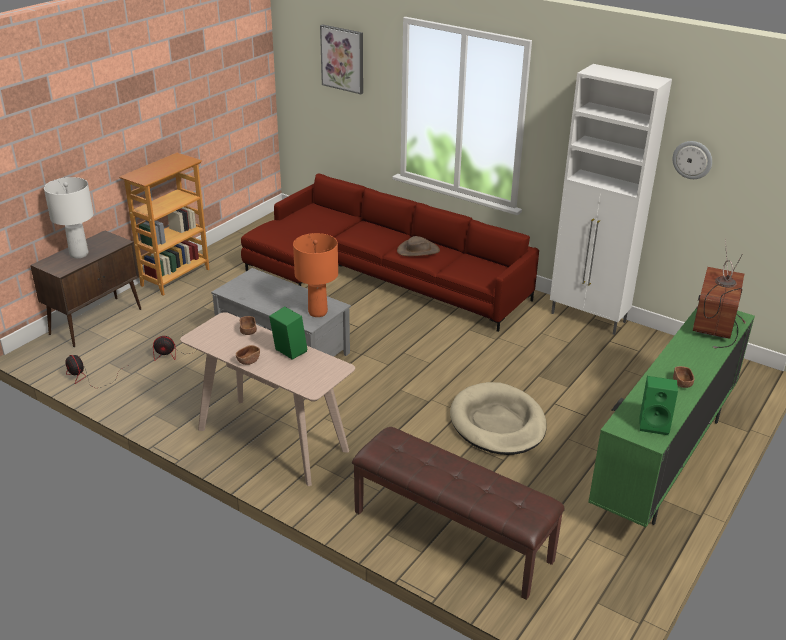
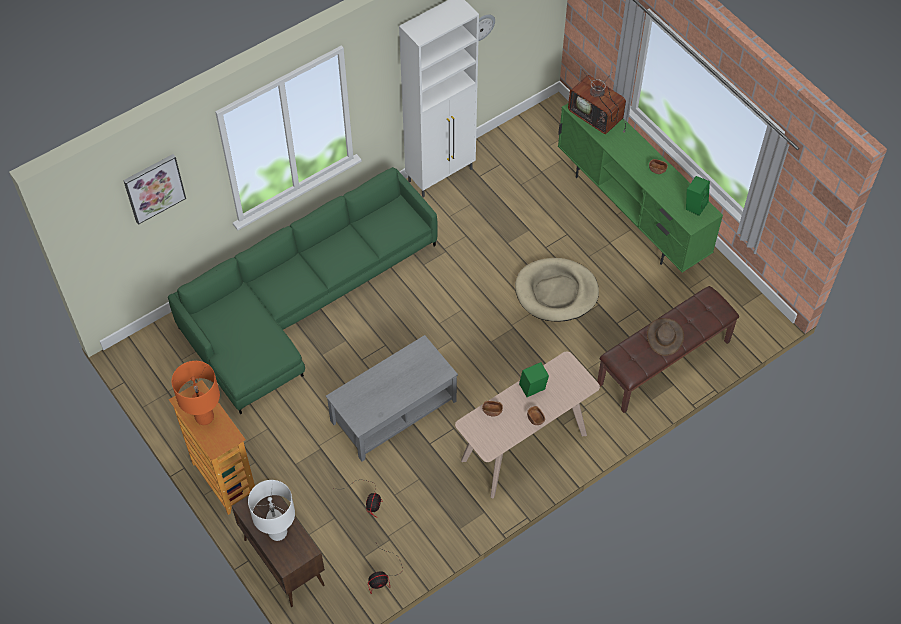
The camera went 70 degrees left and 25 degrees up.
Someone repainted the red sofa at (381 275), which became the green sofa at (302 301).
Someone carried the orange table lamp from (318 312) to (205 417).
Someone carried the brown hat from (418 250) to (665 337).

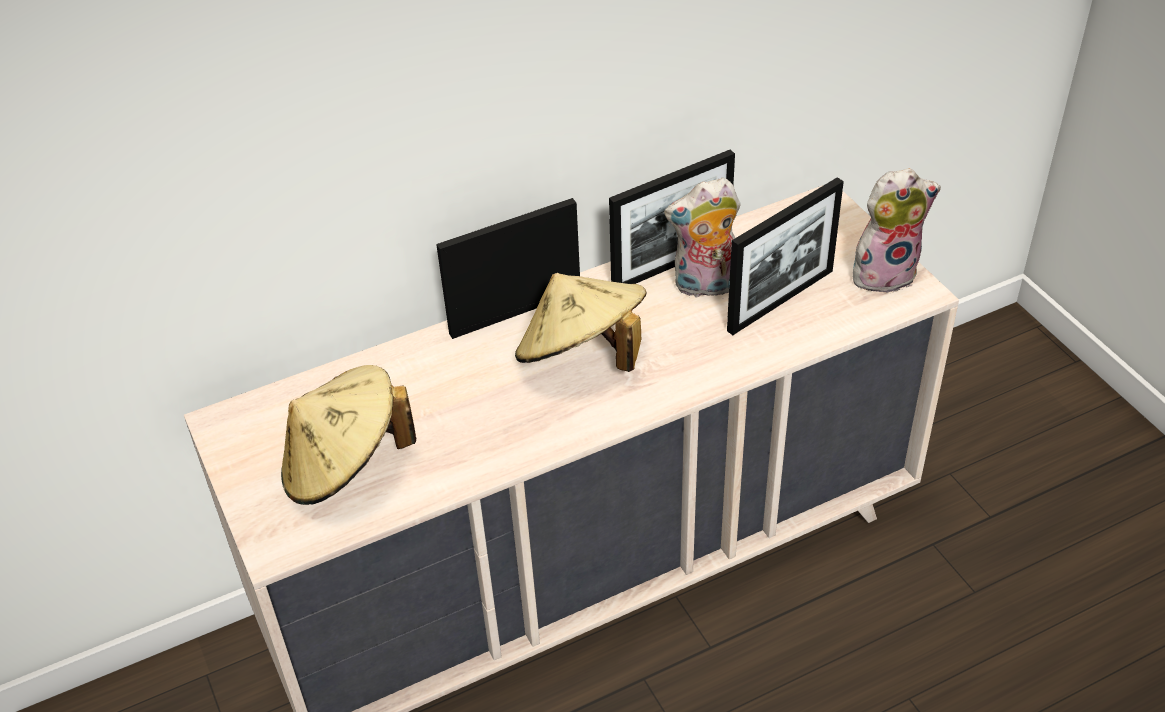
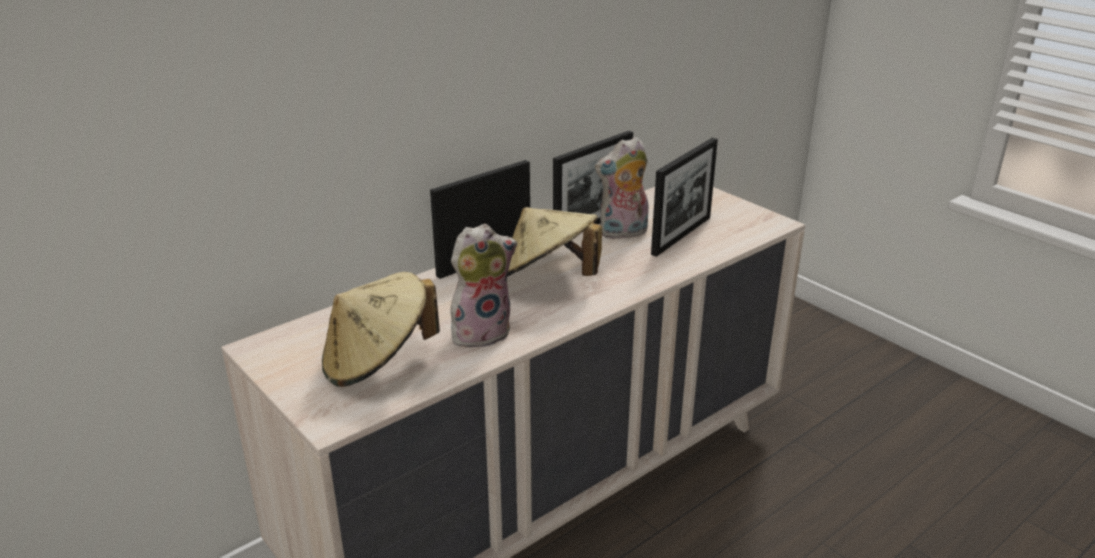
The camera went 15 degrees left and 15 degrees down.
Someone carried the plush toy from (884 273) to (481 332).

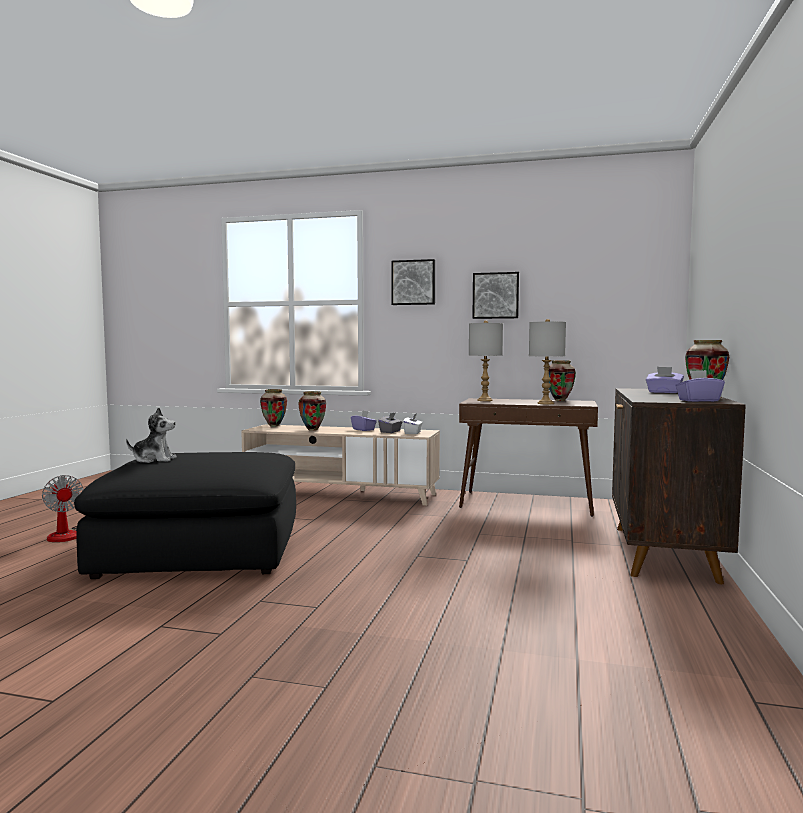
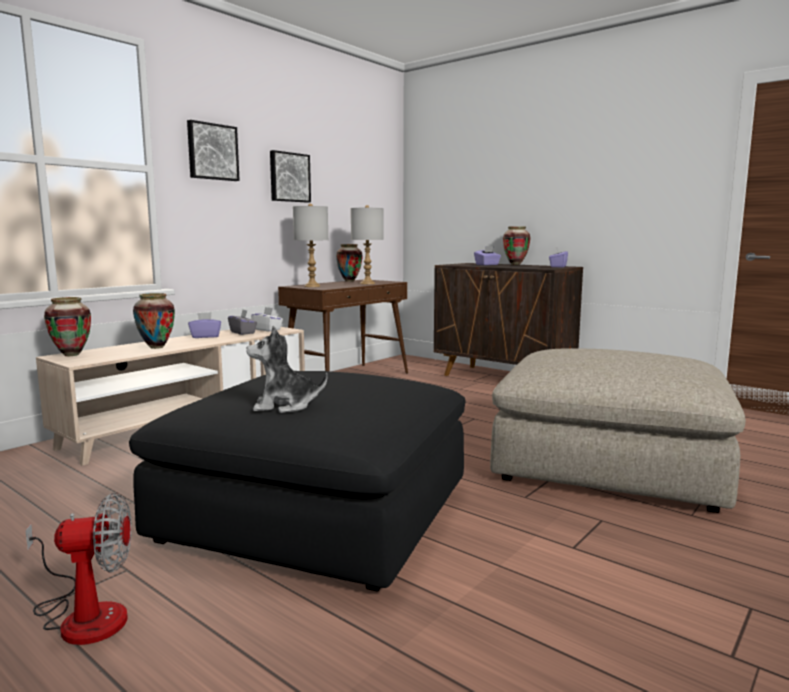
The camera went 65 degrees left and 5 degrees up.
Someone rotated the plush toy at (154 460) by 120 degrees counterclockwise.
Someone put down the beige ottoman at (609 461).

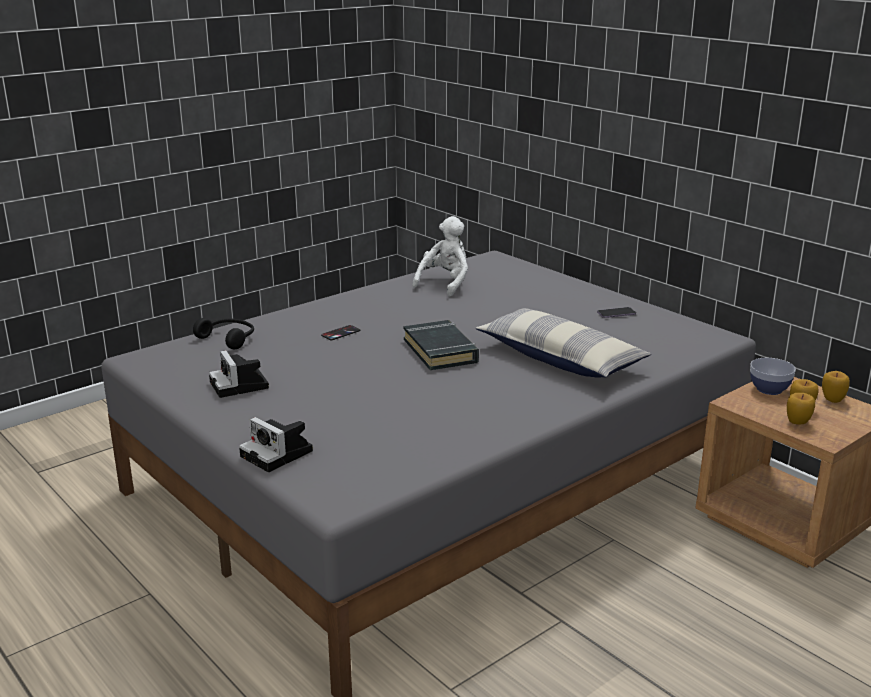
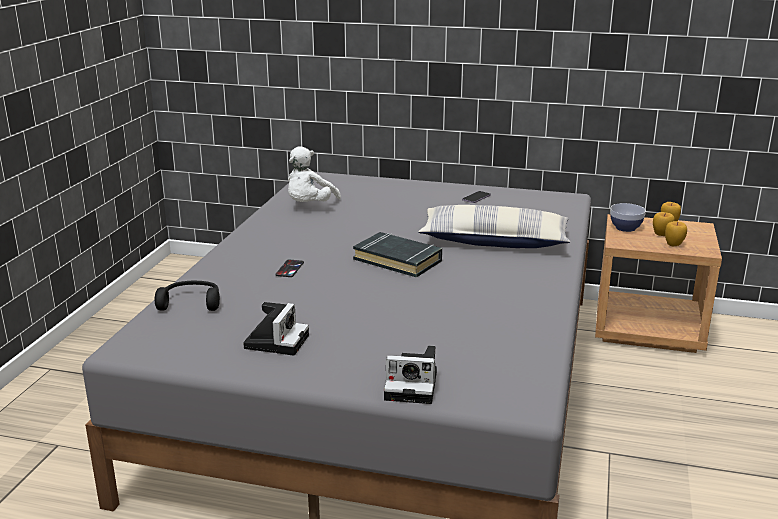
The camera went 35 degrees left and 0 degrees up.
Someone rotated the photo camera at (240 386) by 105 degrees counterclockwise.
Someone rotated the white plush toy at (445 283) by 150 degrees counterclockwise.

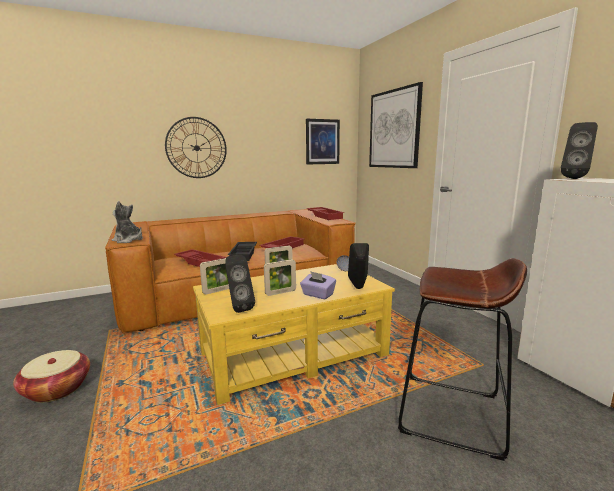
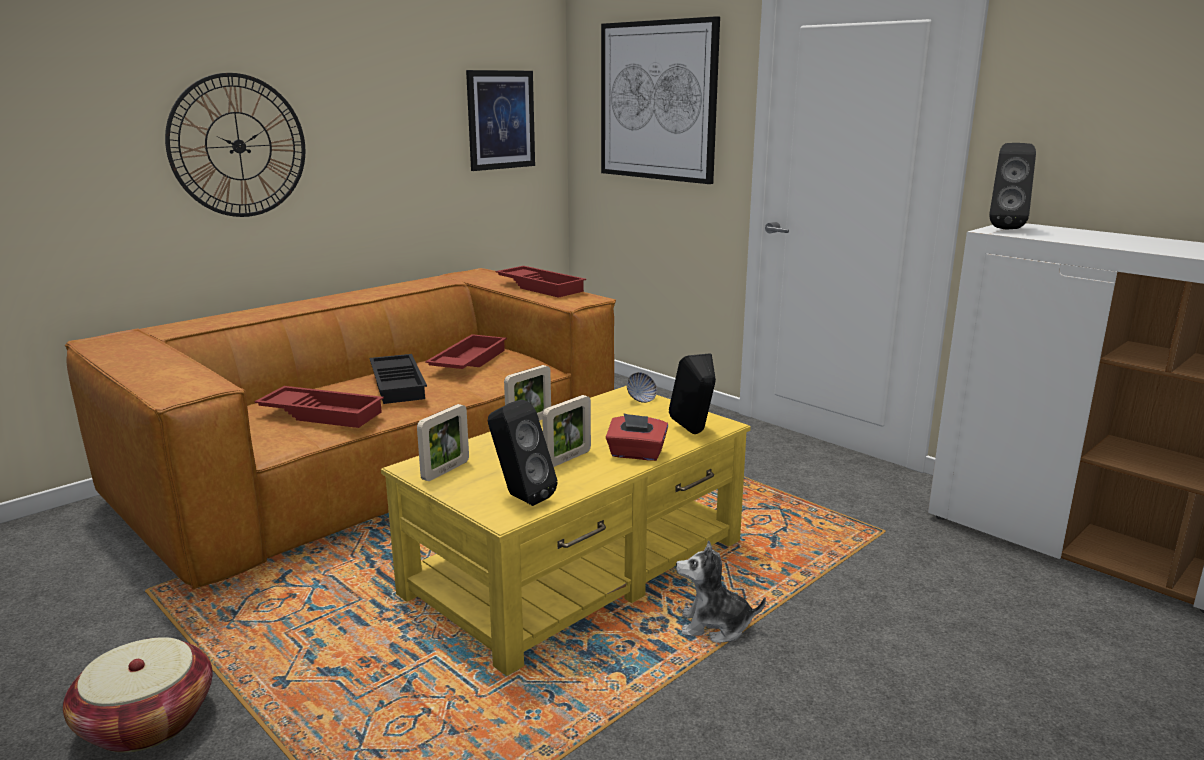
The camera went 20 degrees left and 5 degrees up.
Someone repainted the purple tissue box at (317 295), which became the red tissue box at (636 454).
Someone carried the plush toy from (128 240) to (714 626).
Someone took away the brown stool at (450 413).

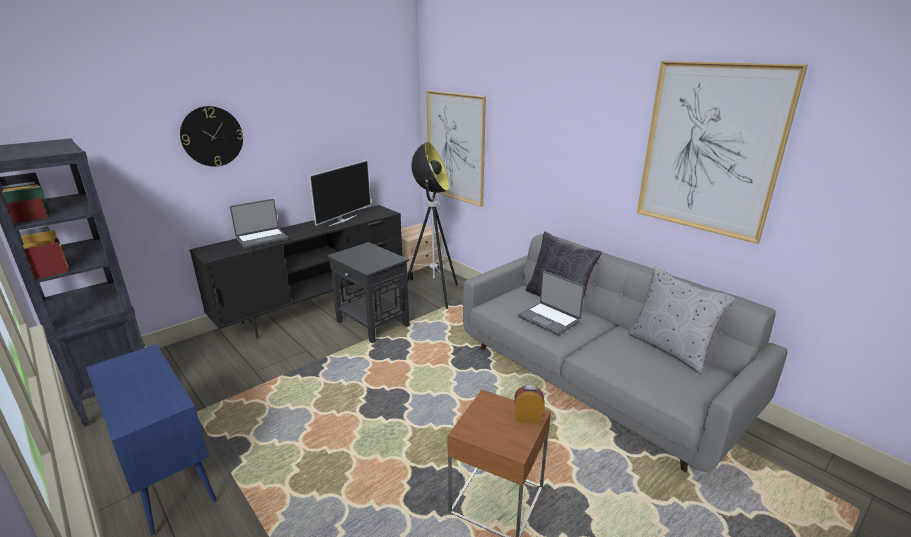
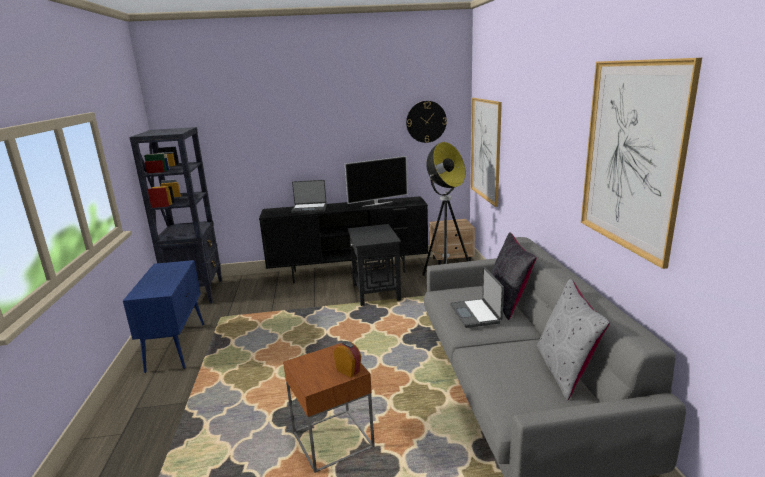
The camera went 35 degrees right and 5 degrees down.
Someone carried the wall clock from (212 136) to (426 121).

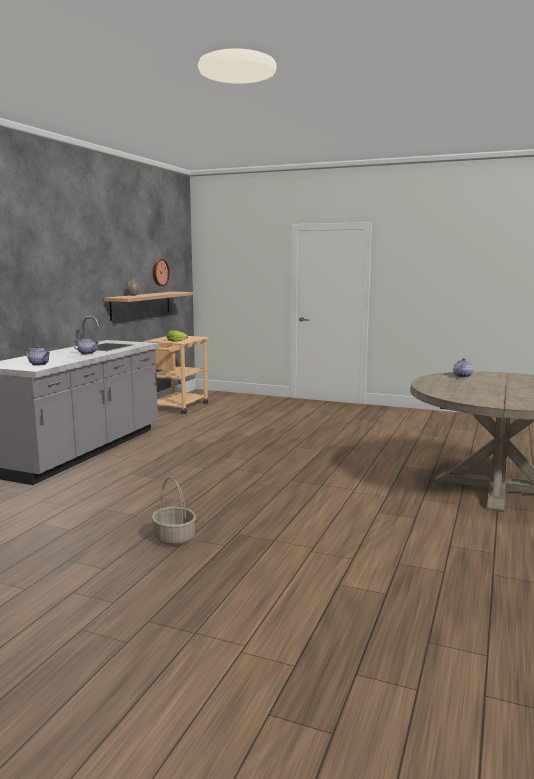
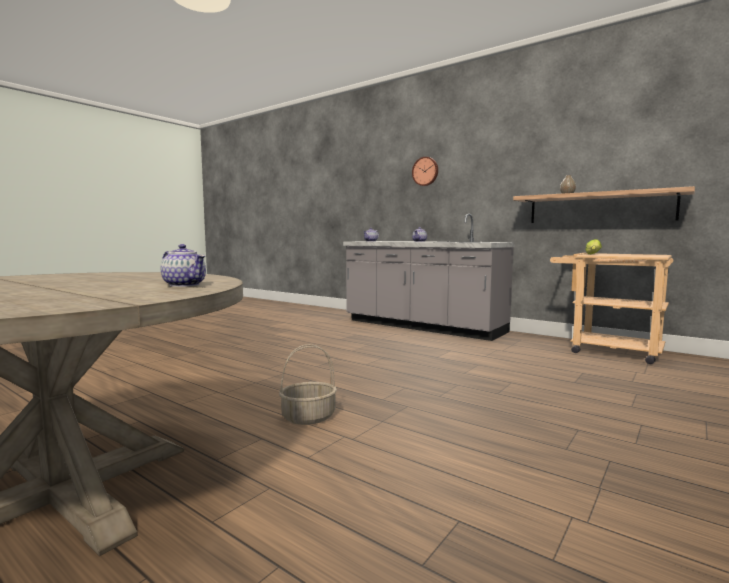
The camera went 105 degrees right and 5 degrees down.
Someone carried the basket from (173 538) to (309 417).
Someone carried the wall clock from (159 272) to (425 171).

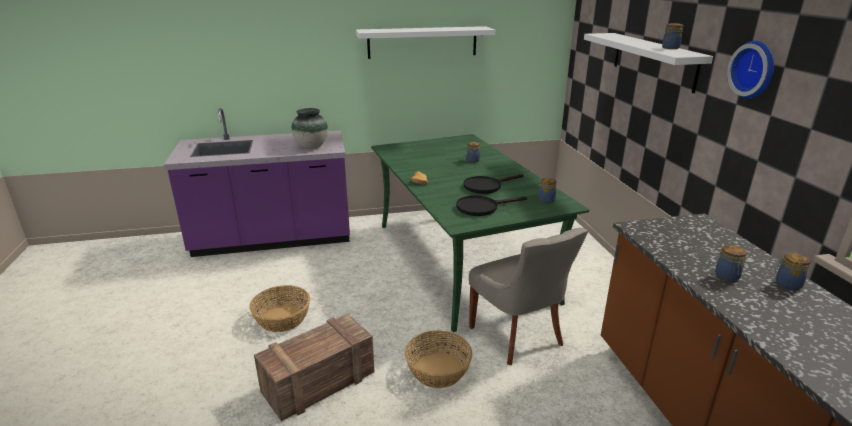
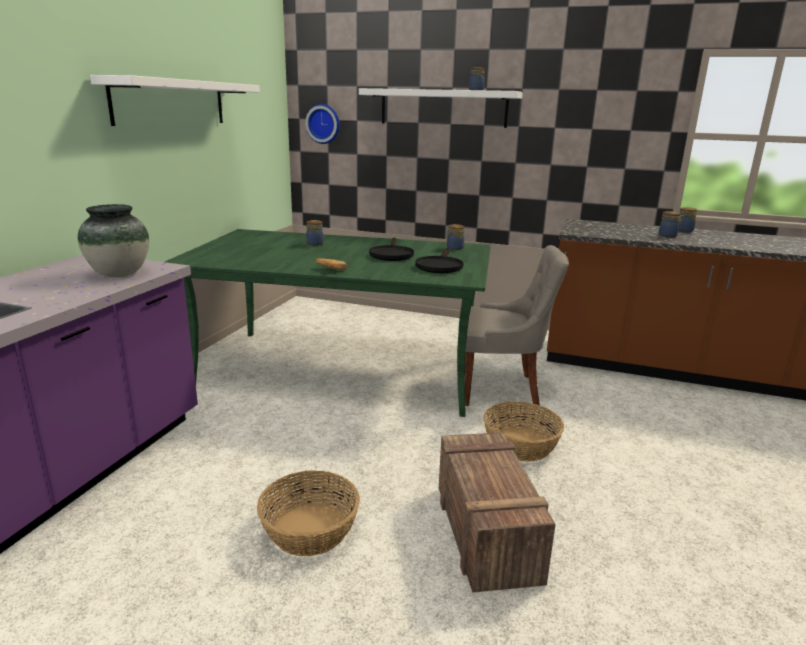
The camera went 60 degrees left and 5 degrees down.
Someone carried the wall clock from (755 69) to (324 124).

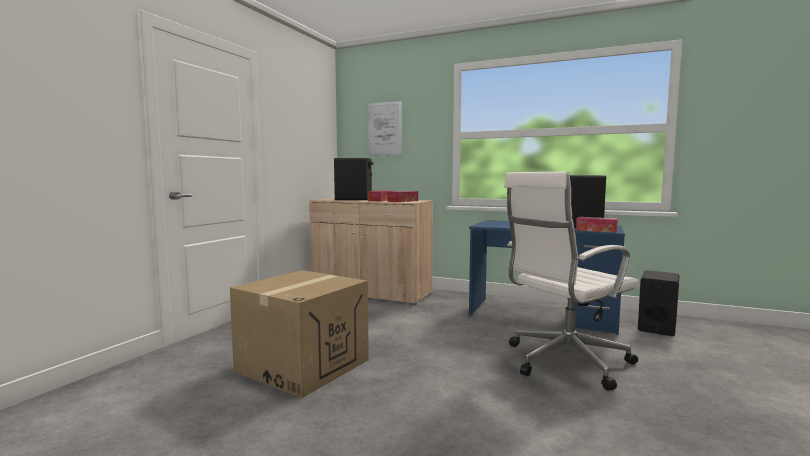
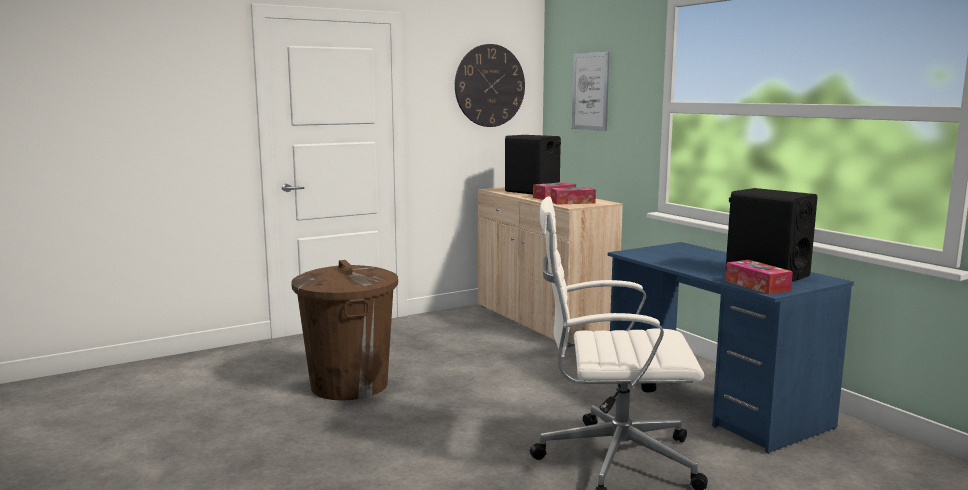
The camera went 35 degrees right and 5 degrees up.
Someone swapped the cardboard box at (303 365) for the brown trash can at (349 384).
Someone put up the wall clock at (490 85).
Someone took away the black speaker at (657 327).

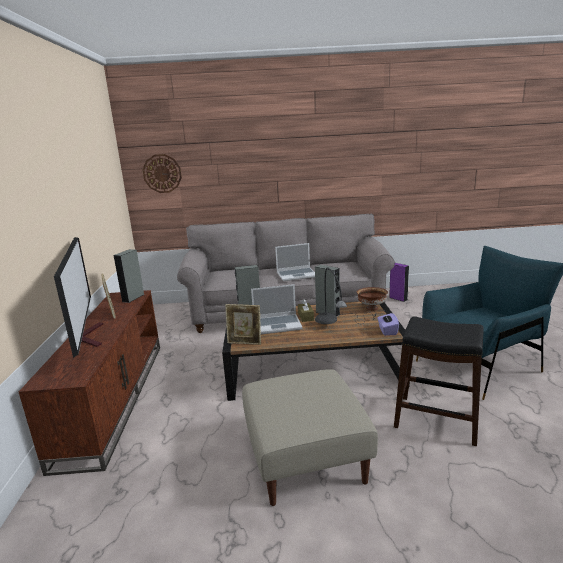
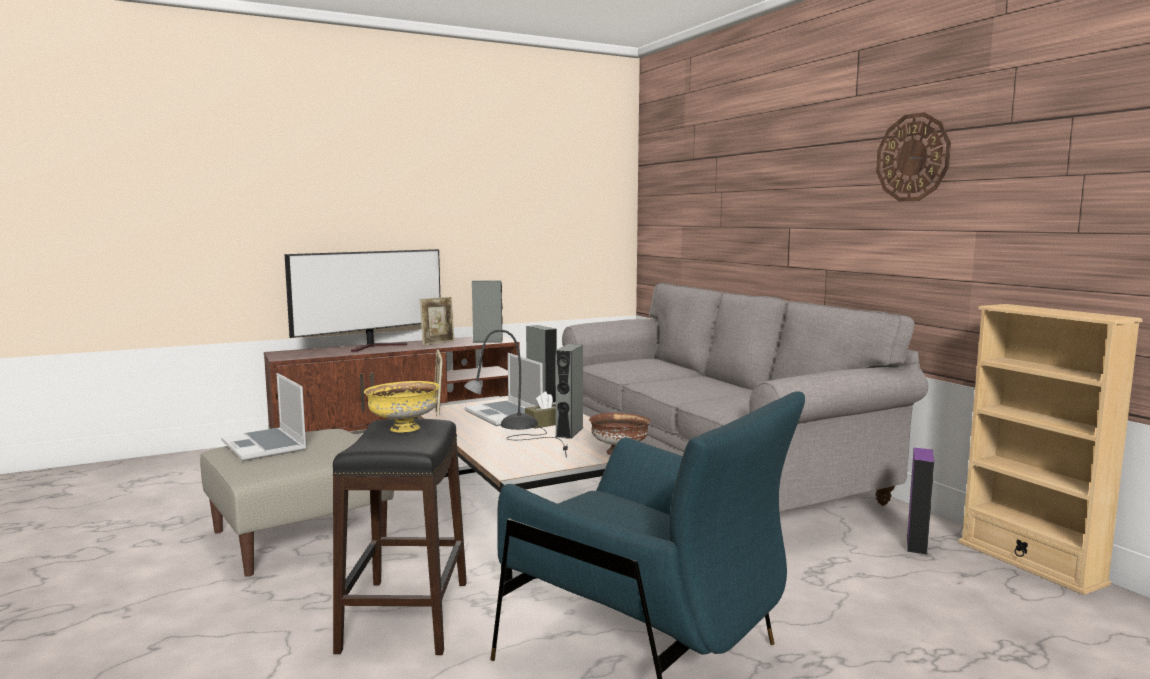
The camera went 65 degrees right and 10 degrees down.
Someone carried the laptop from (297 275) to (265 446).
Someone put down the yellow bowl at (403 429).
Someone carried the wall clock from (162 173) to (913 157).
Someone put down the beige bookcase at (1030 562).
Someone took away the purple tissue box at (387 331).

